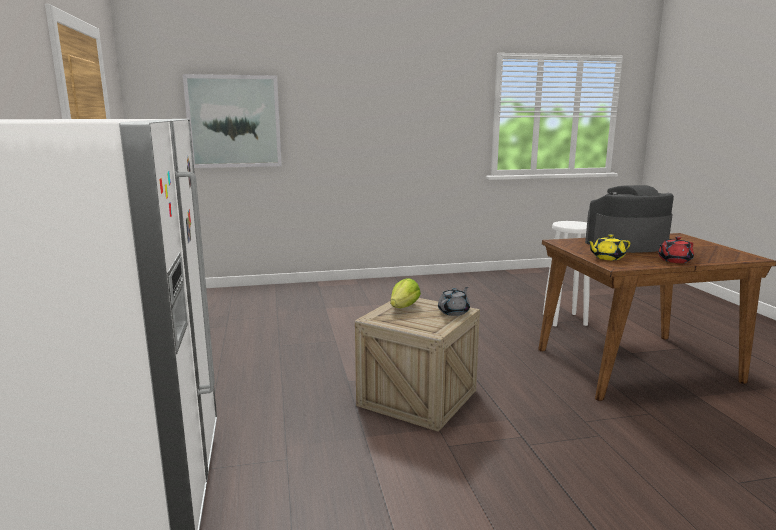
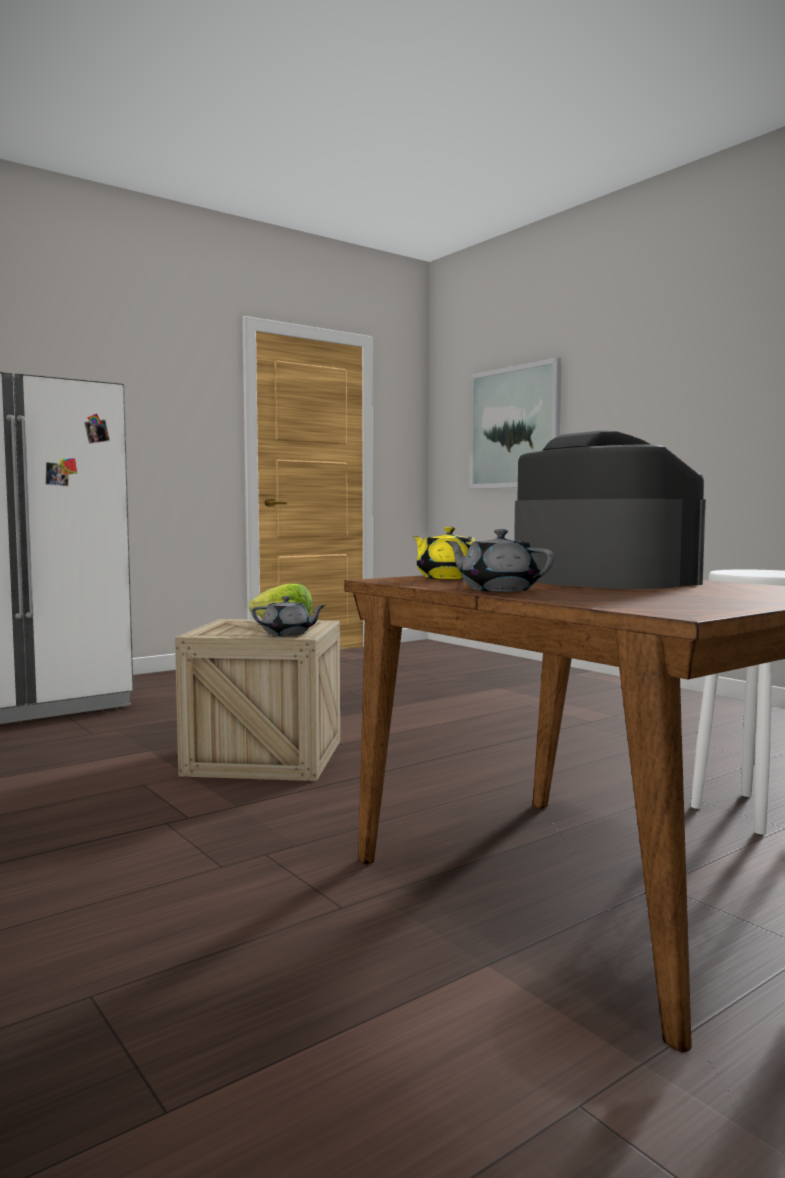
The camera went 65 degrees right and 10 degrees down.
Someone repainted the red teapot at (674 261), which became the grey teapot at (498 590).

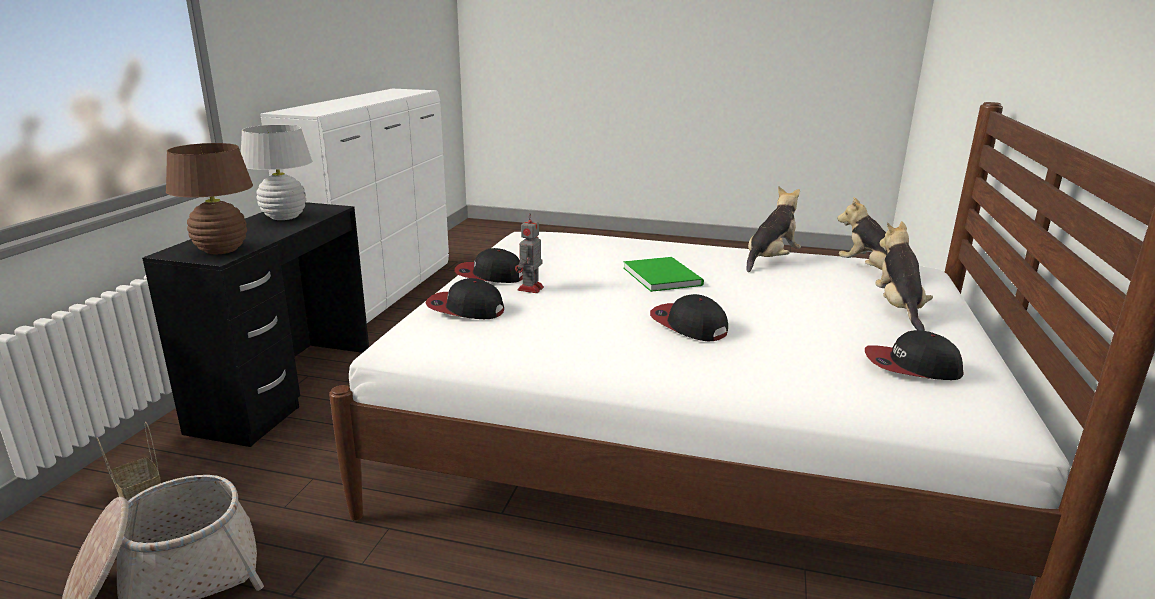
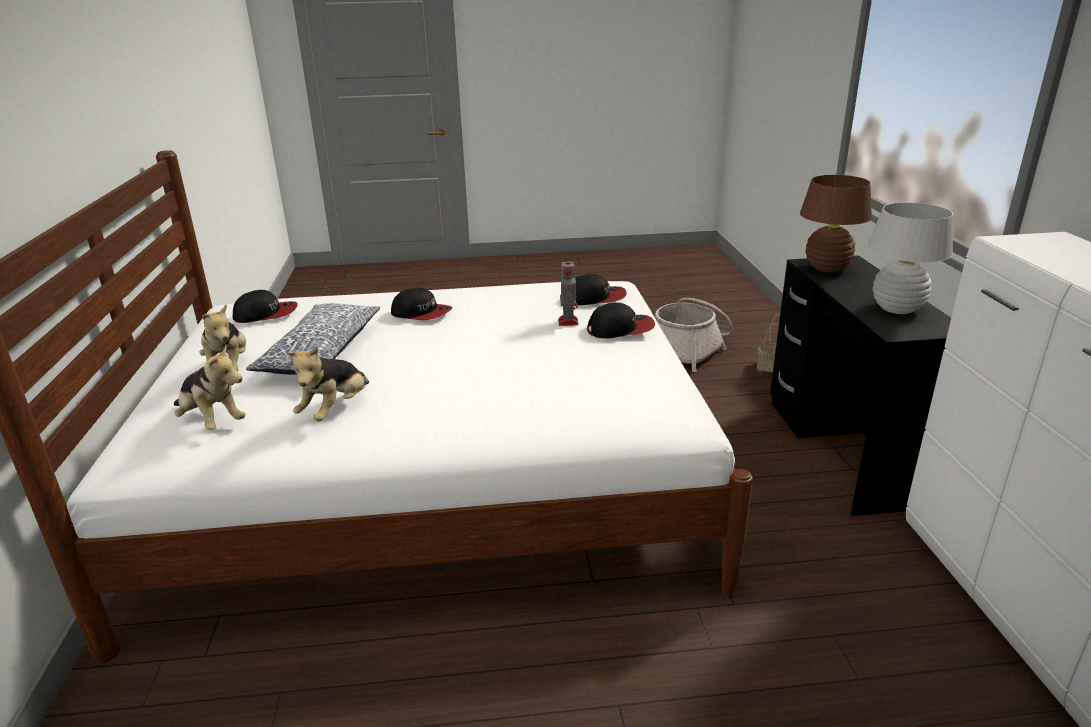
The camera went 160 degrees right and 5 degrees up.
Someone put down the pillow at (320 353).
Someone took away the green book at (662 275).

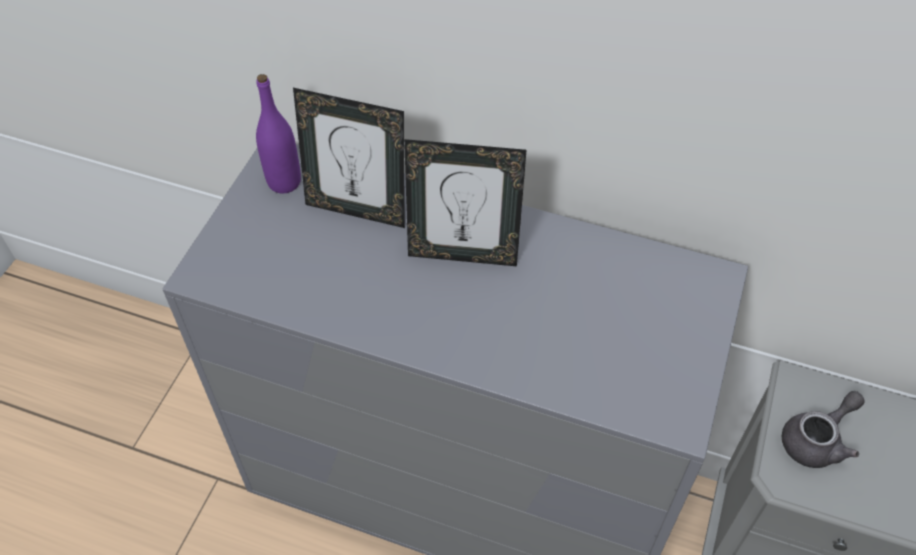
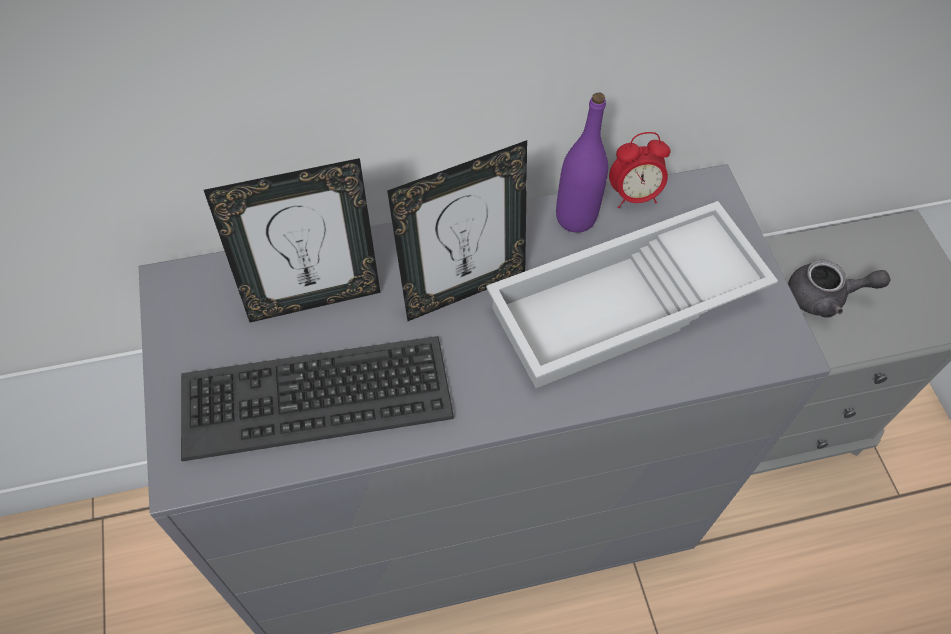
The camera went 35 degrees left and 5 degrees up.
Someone put down the keyboard at (316 395).
Someone put down the white tray at (626 307).
Someone carried the purple bottle from (284 182) to (575 218).
Someone put down the alarm clock at (633 196).
Someone rotated the grey teapot at (817 440) by 75 degrees clockwise.

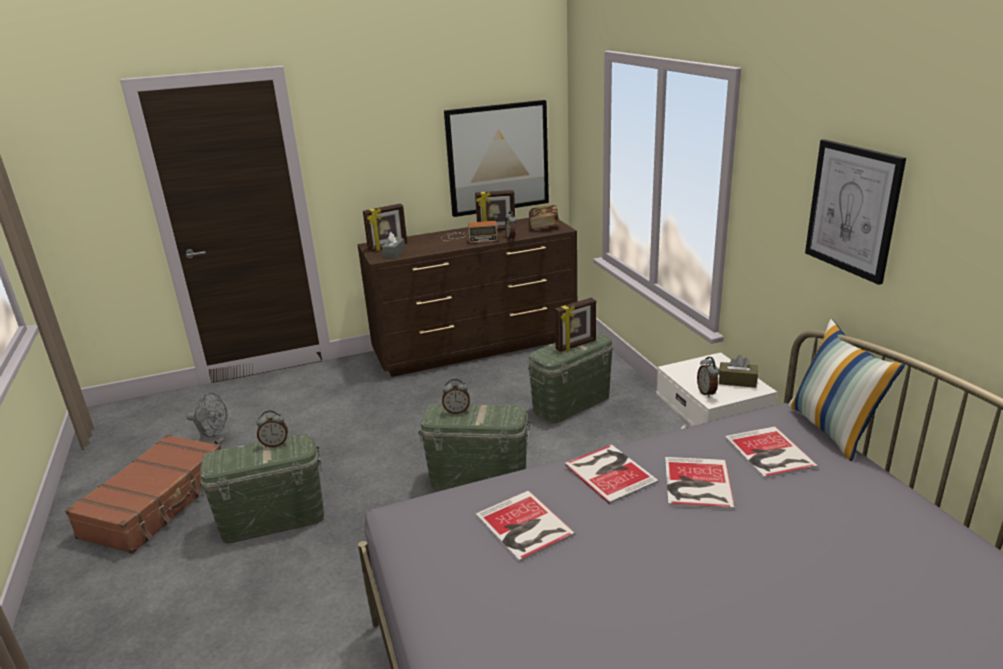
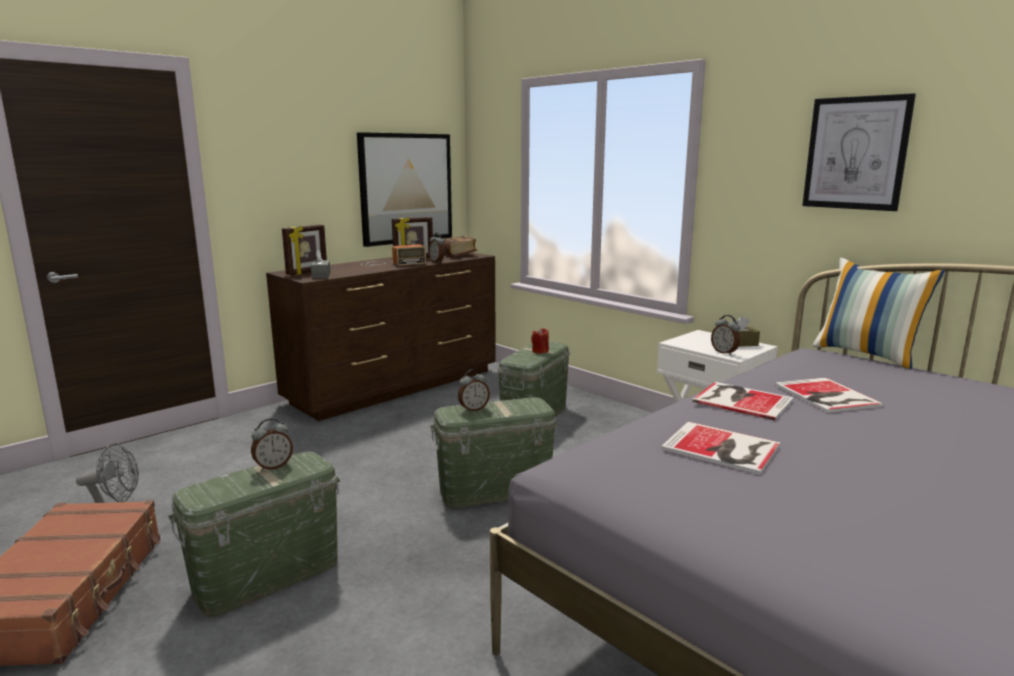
The camera went 25 degrees left and 10 degrees down.
Someone swapped the picture frame at (576 345) for the red candle at (540 351).
Someone took away the book at (769 454).

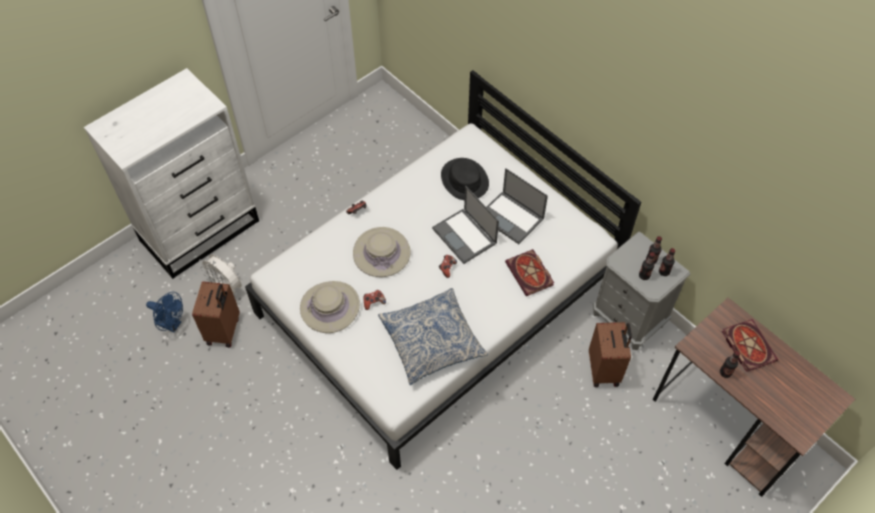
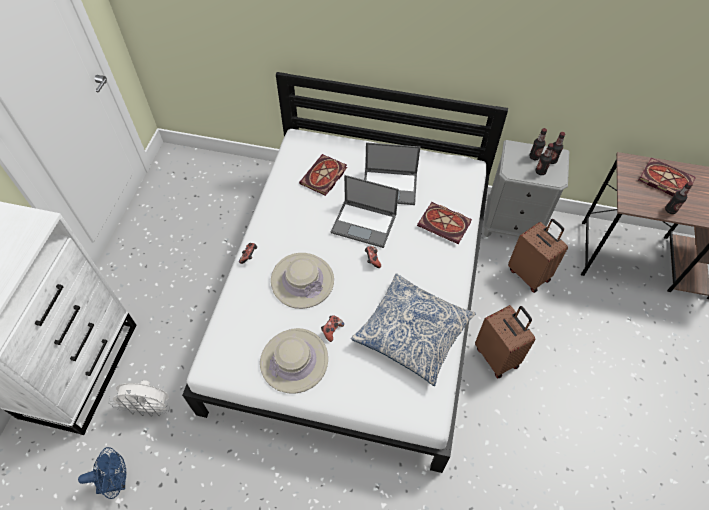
The camera went 35 degrees left and 0 degrees up.
Someone swapped the black hat at (464 180) for the book at (324 177).
Someone carried the brown suitcase from (224 330) to (497 356).

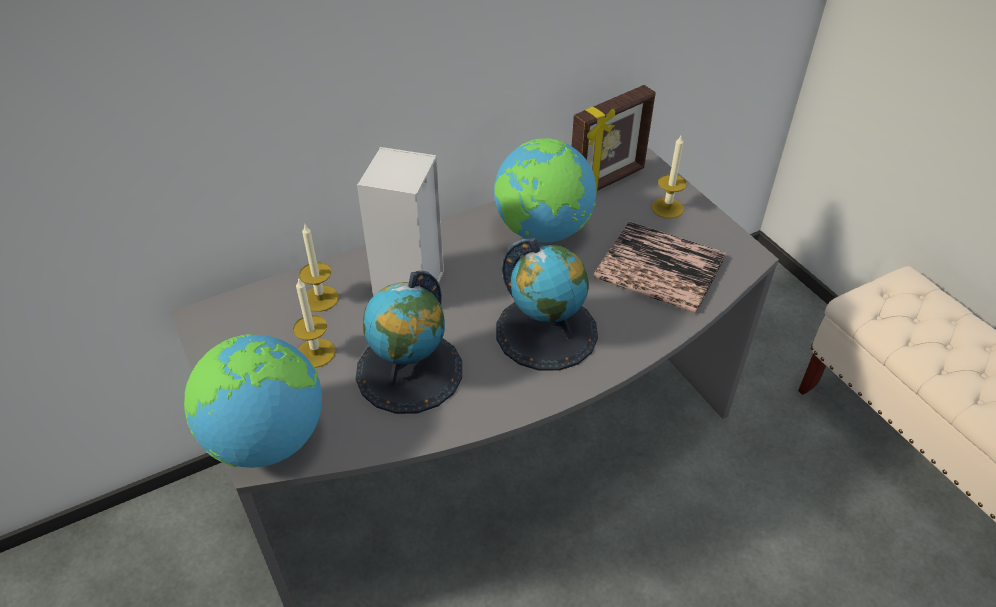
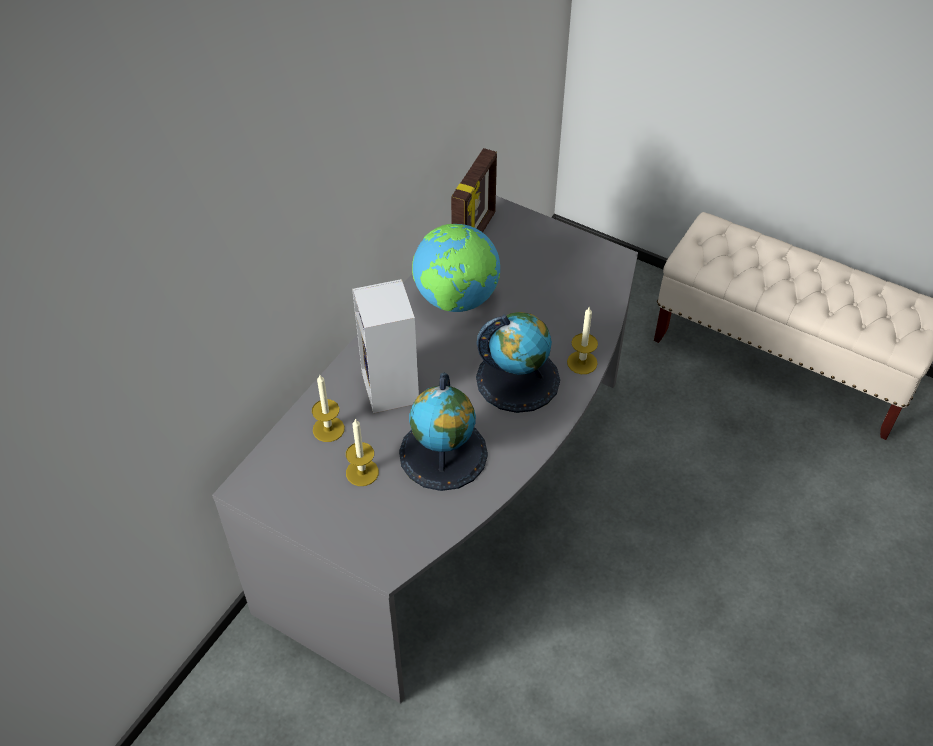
The camera went 30 degrees left and 5 degrees up.
Someone carried the candle from (667 208) to (582 362).
Someone took away the globe at (267 439).
Someone took away the book at (659 268).

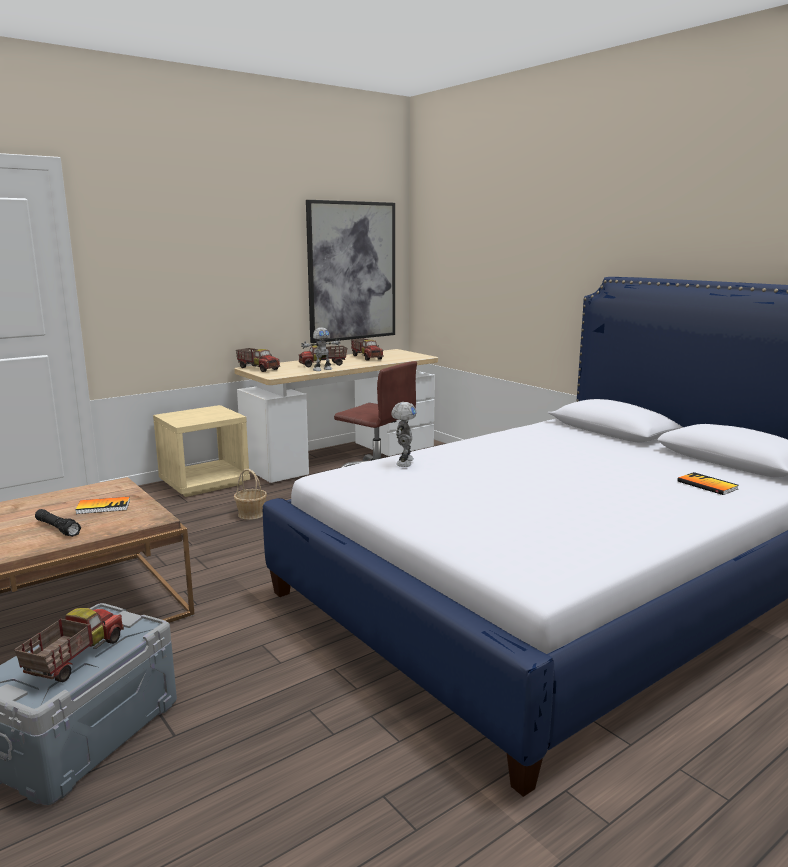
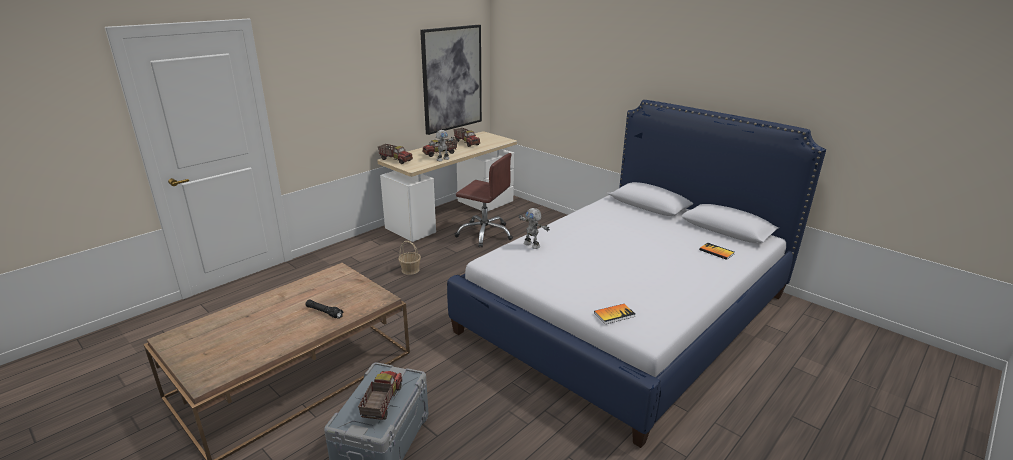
The camera went 10 degrees left and 10 degrees up.
Someone rotated the toy robot at (403 462) by 135 degrees clockwise.
Someone carried the book from (103 507) to (614 314).
Someone took away the beige nightstand at (205 483).

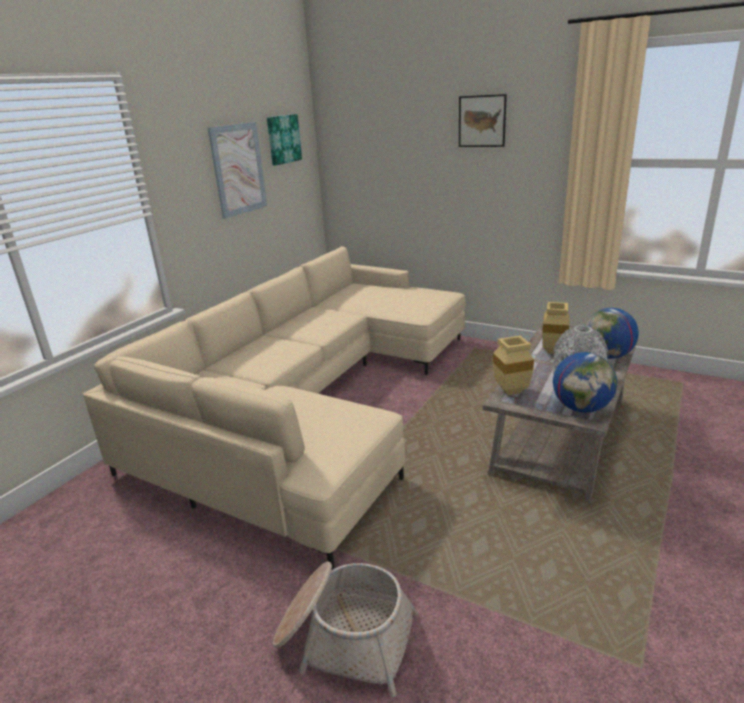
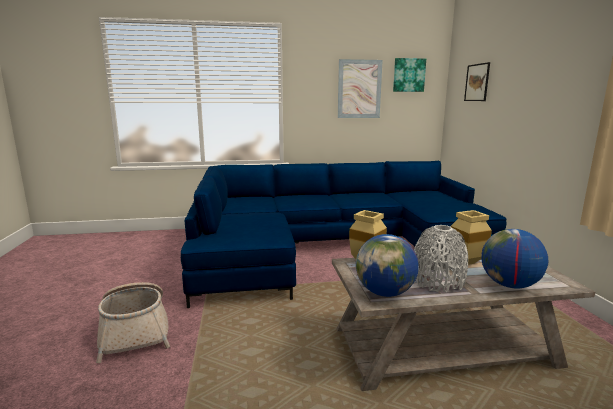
The camera went 50 degrees right and 10 degrees down.
Someone repainted the beige sofa at (312 402), which became the blue sofa at (330 247).
Someone carried the picture from (482 121) to (477 82).

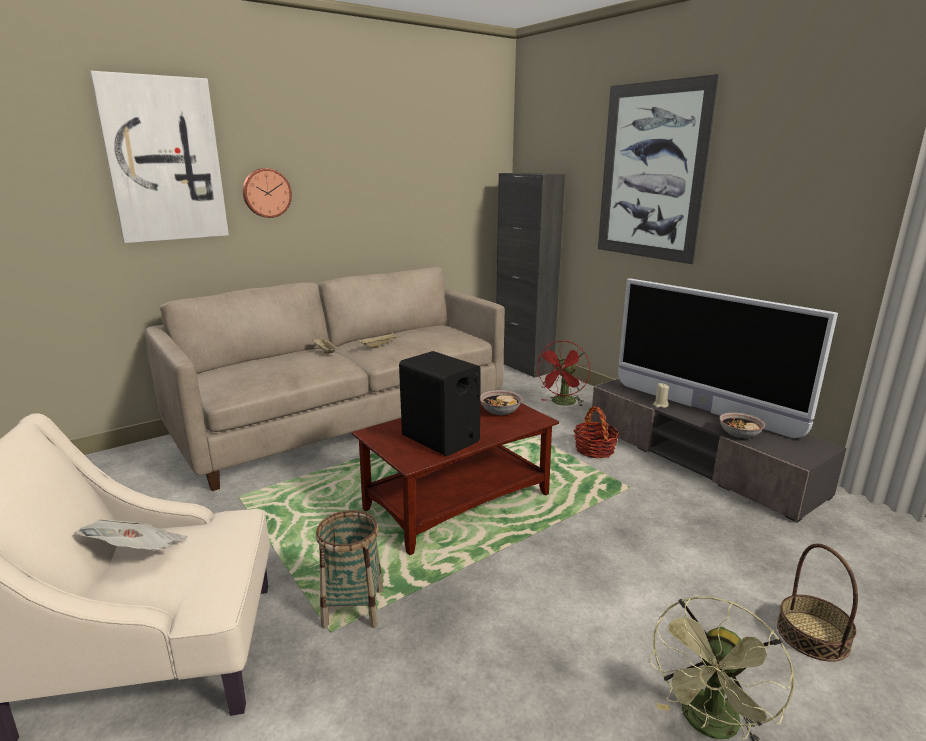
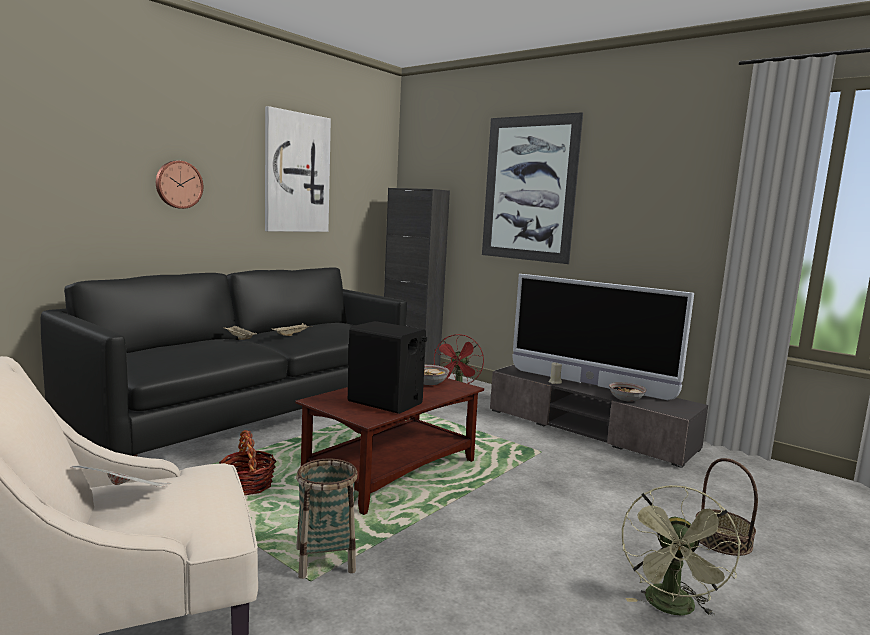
The camera went 15 degrees left and 10 degrees down.
Someone repainted the beige sofa at (345 419), which became the black sofa at (250 413).
Someone carried the basket from (594 450) to (247 485).
Someone carried the picture from (164 160) to (296 173).

